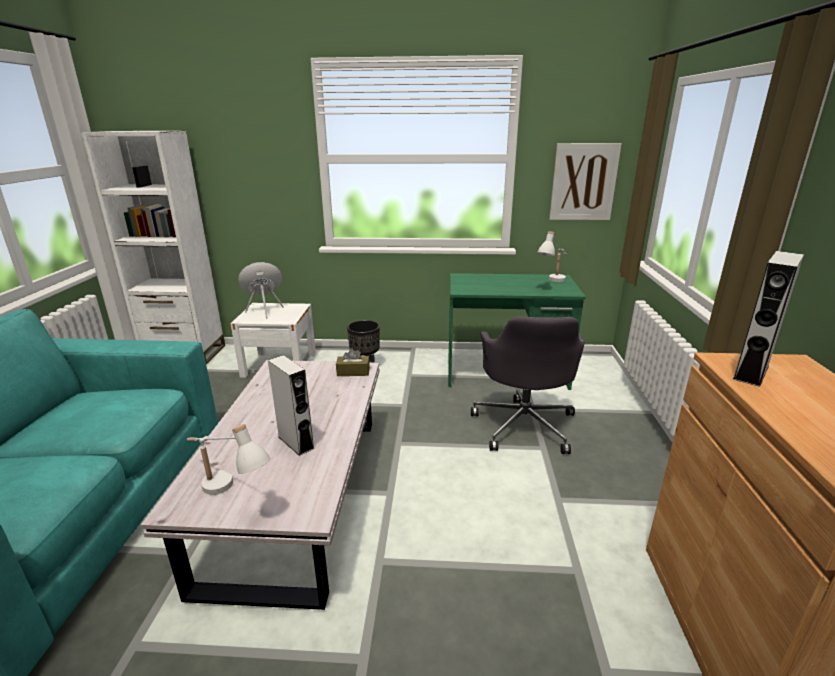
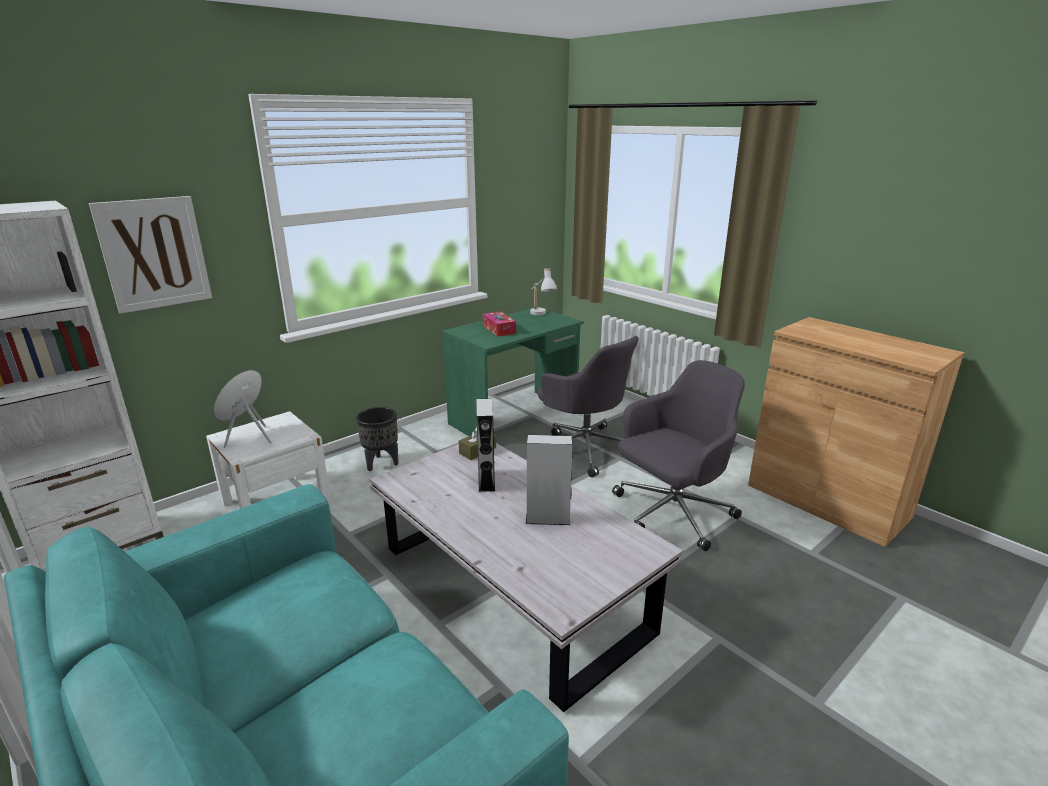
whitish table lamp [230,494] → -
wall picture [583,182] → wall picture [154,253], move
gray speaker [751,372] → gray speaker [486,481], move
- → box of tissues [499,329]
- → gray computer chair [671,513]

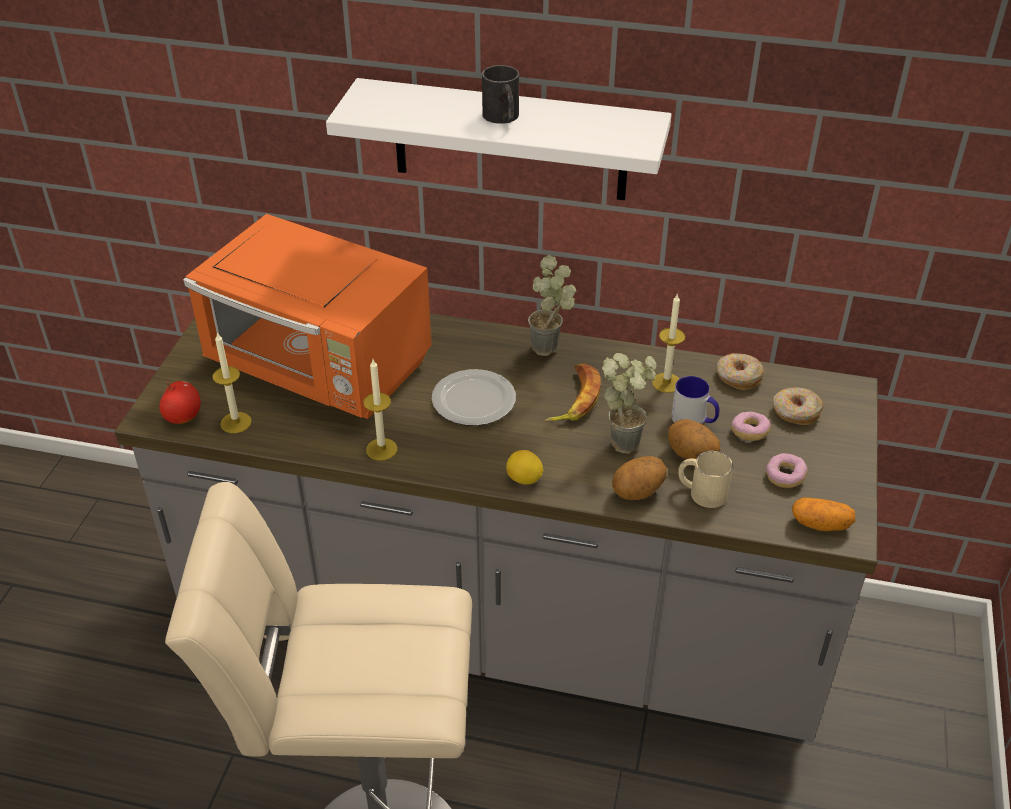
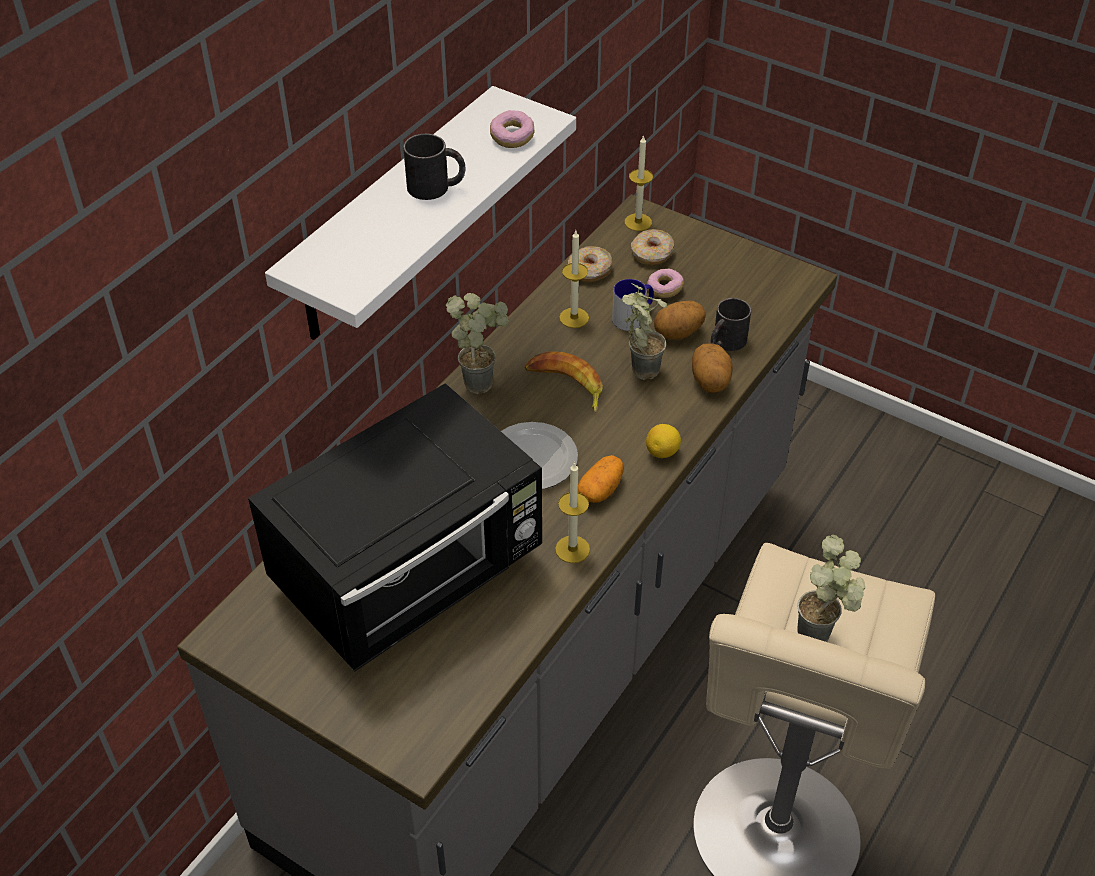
whole apple [183,417] → -
orangey kitchen microwave [320,368] → black kitchen microwave [411,574]
candle [236,422] → candle [638,222], move
beige mug [701,492] → black mug [725,343]
doughnut [784,477] → doughnut [512,138], move
spud [820,524] → spud [601,489], move
- → houseplant [823,637]

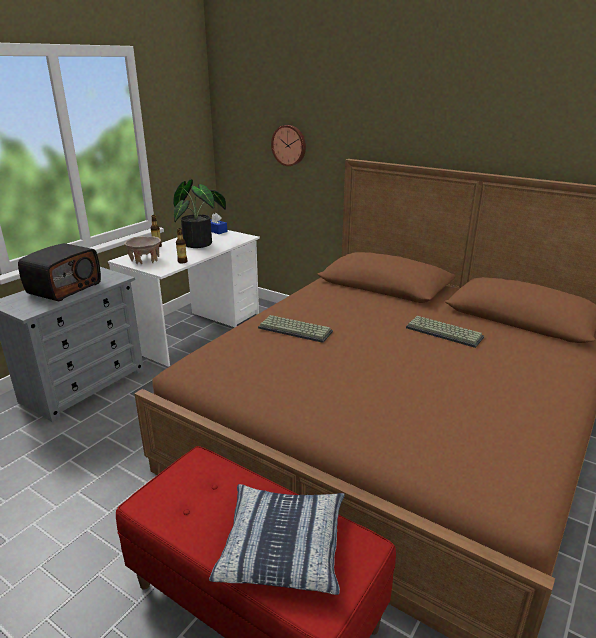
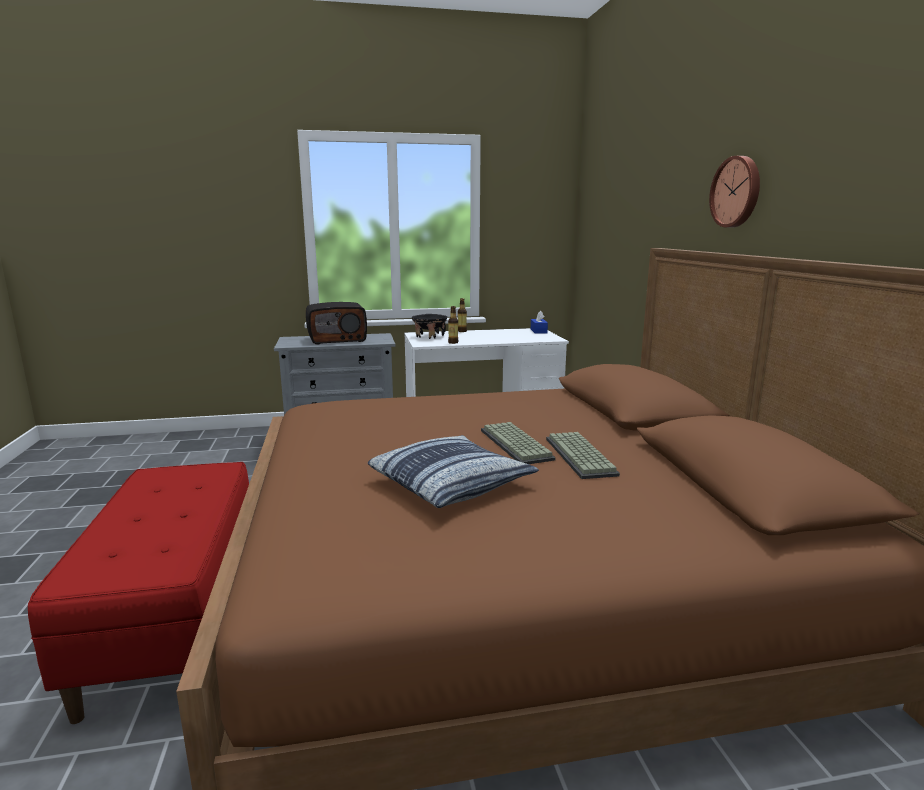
beige serving bowl [145,260] → black serving bowl [429,336]
houseplant [201,243] → -
pillow [282,546] → pillow [451,484], move
computer keyboard [296,329] → computer keyboard [517,444], move
wall clock [289,145] → wall clock [737,192], move

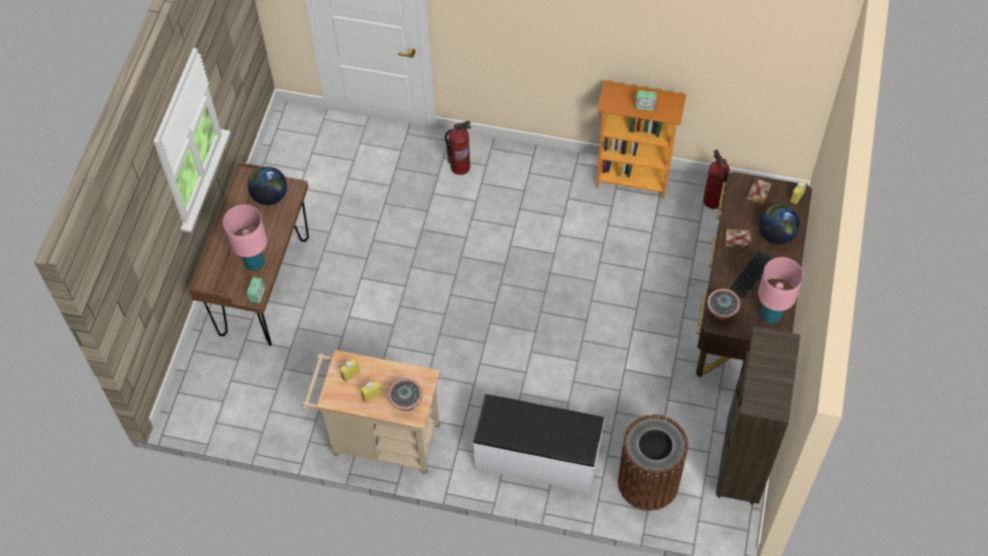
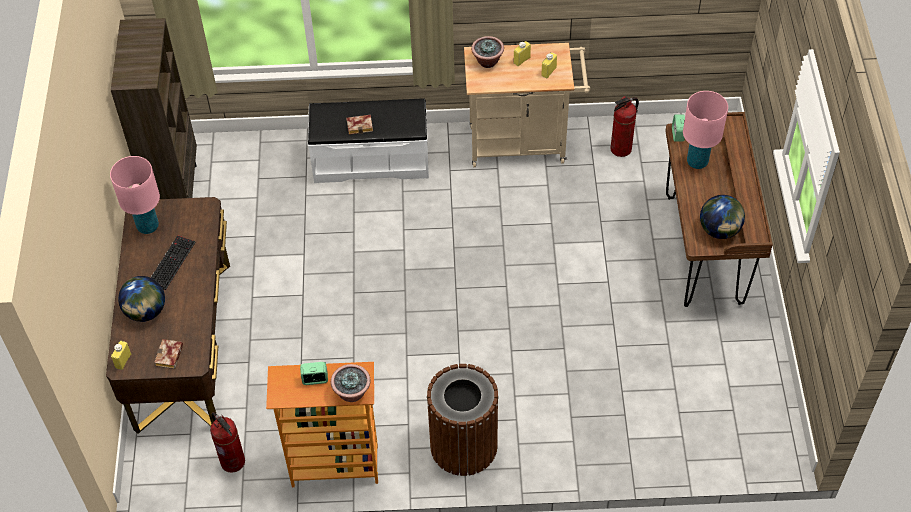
fire-fighting cylinder [460,167] → fire-fighting cylinder [621,149], move
brown rubbish bin [648,482] → brown rubbish bin [463,445], move
houseplant [721,312] → houseplant [352,393], move
bound book [736,240] → bound book [360,125], move

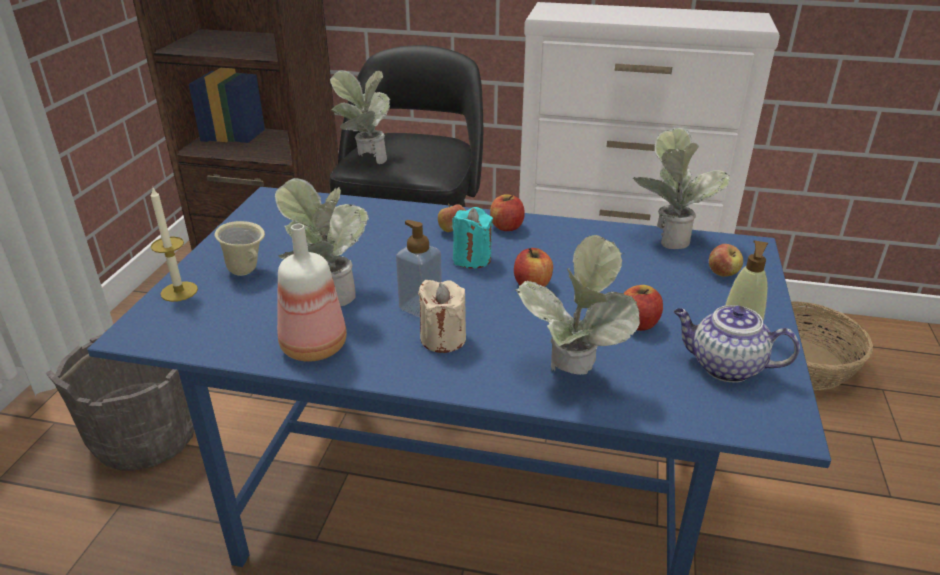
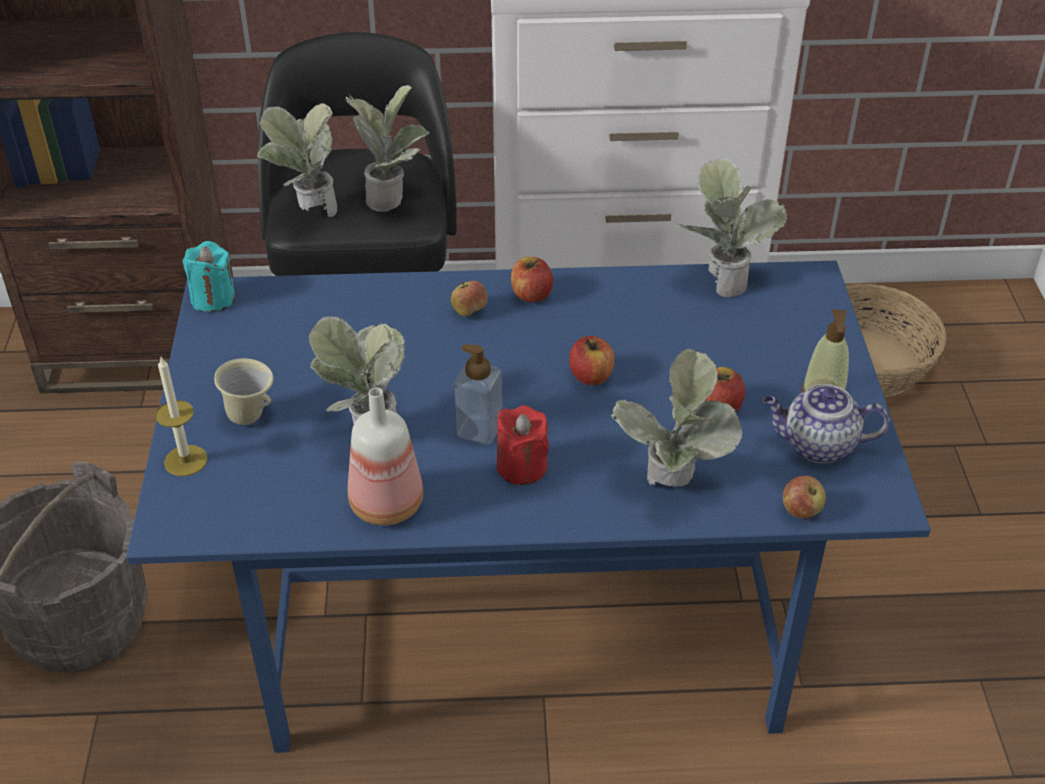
beige candle [443,339] → reddish candle [521,467]
blue-green candle [472,259] → blue-green candle [213,298], move
whole apple [723,274] → whole apple [801,511], move
- → houseplant [392,198]

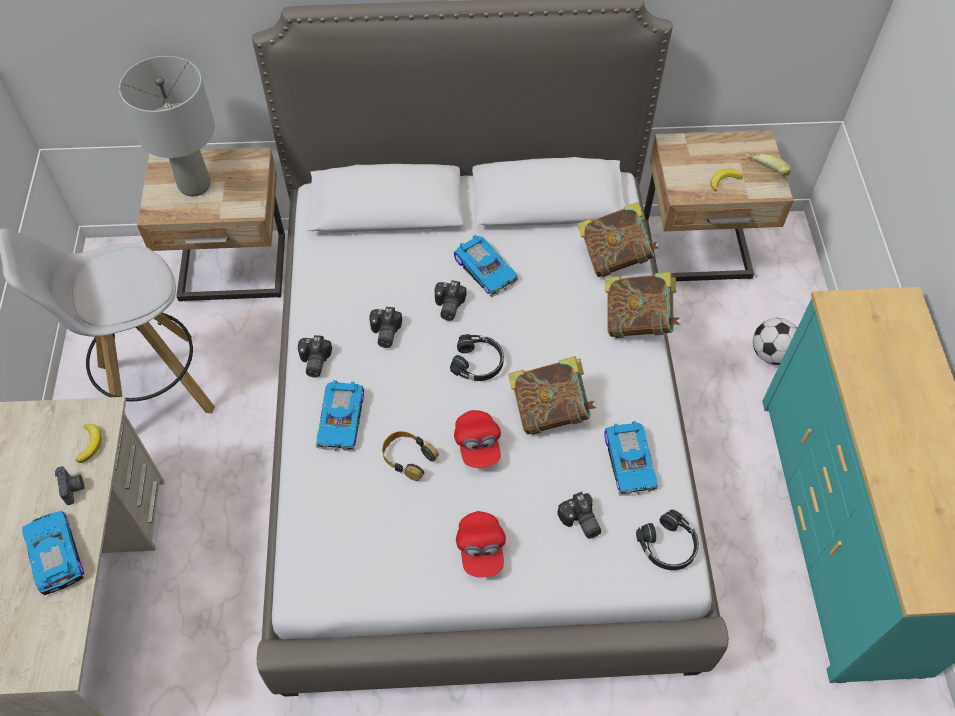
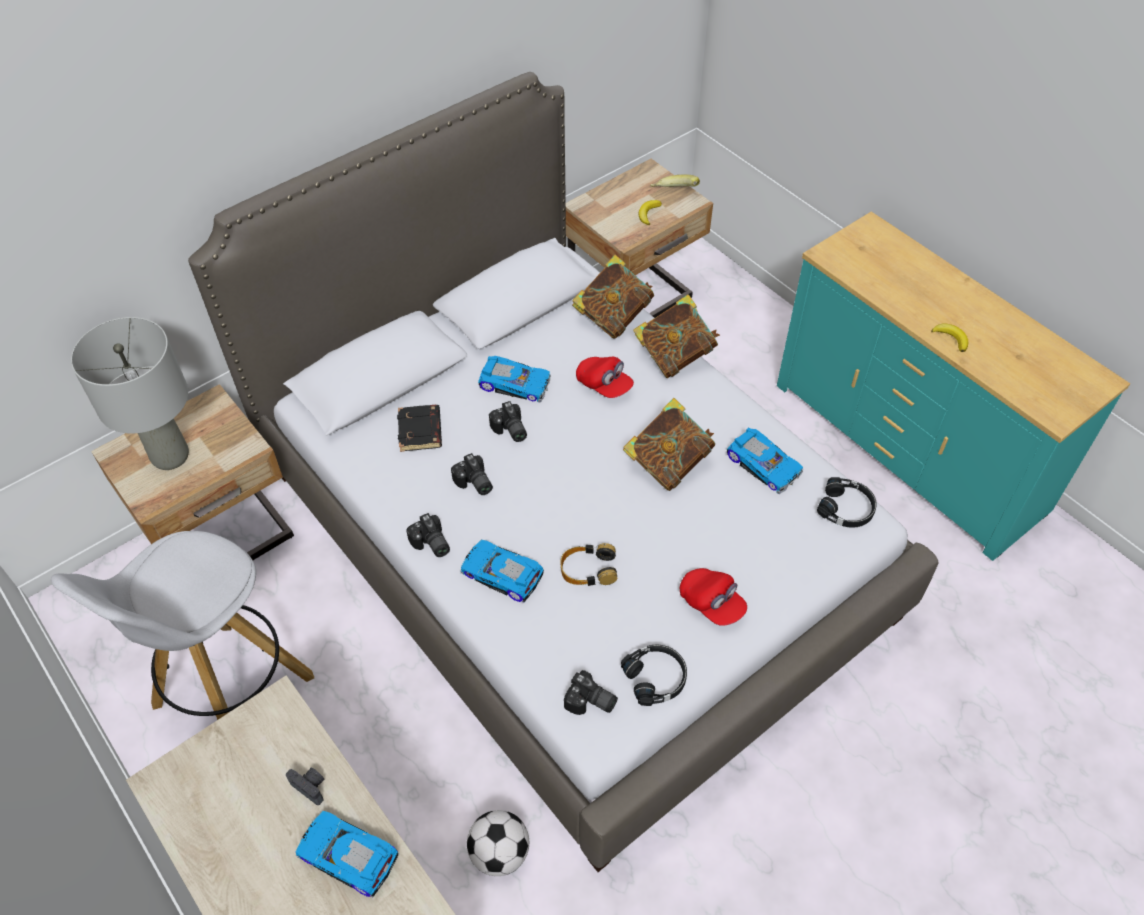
banana [90,444] → banana [951,338], move
toy car [342,419] → toy car [501,575], 150 degrees clockwise
black pair of headphones [478,362] → black pair of headphones [656,677], move
reddish baseball cap [478,445] → reddish baseball cap [604,385], move
still camera [579,522] → still camera [590,703], move
ball for football [771,354] → ball for football [499,853], move
- → black bound book [421,431]

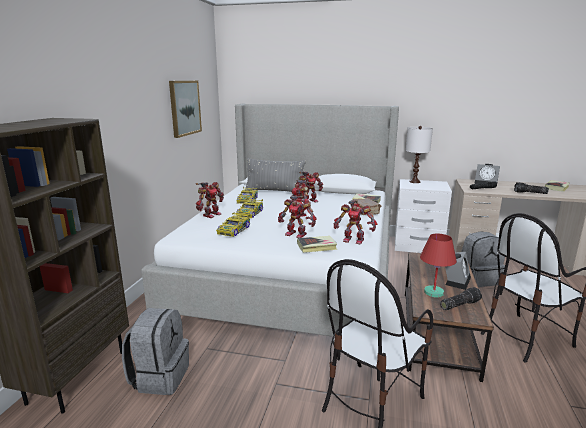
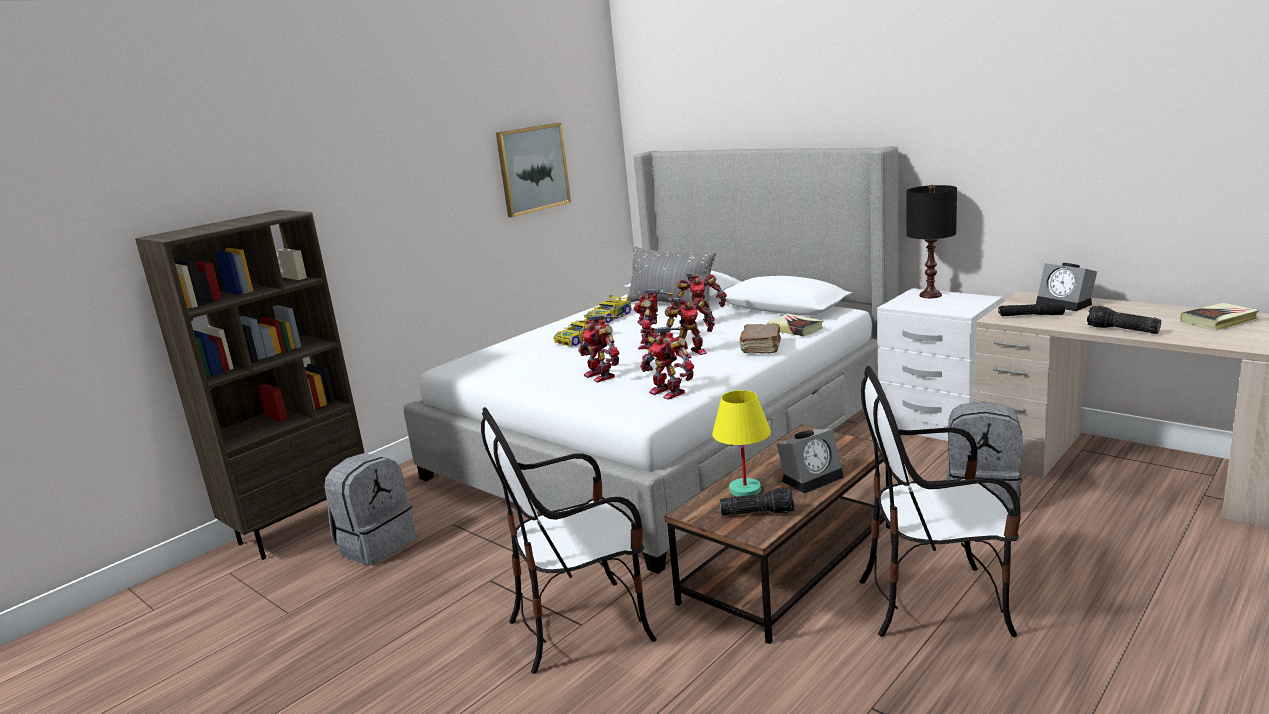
model robot [211,215] → model robot [689,353], move
toy car [234,230] → -
bound book [317,247] → -
whitish table lamp [414,181] → black table lamp [930,295]
reddish table lamp [433,292] → yellow-coloured table lamp [744,489]

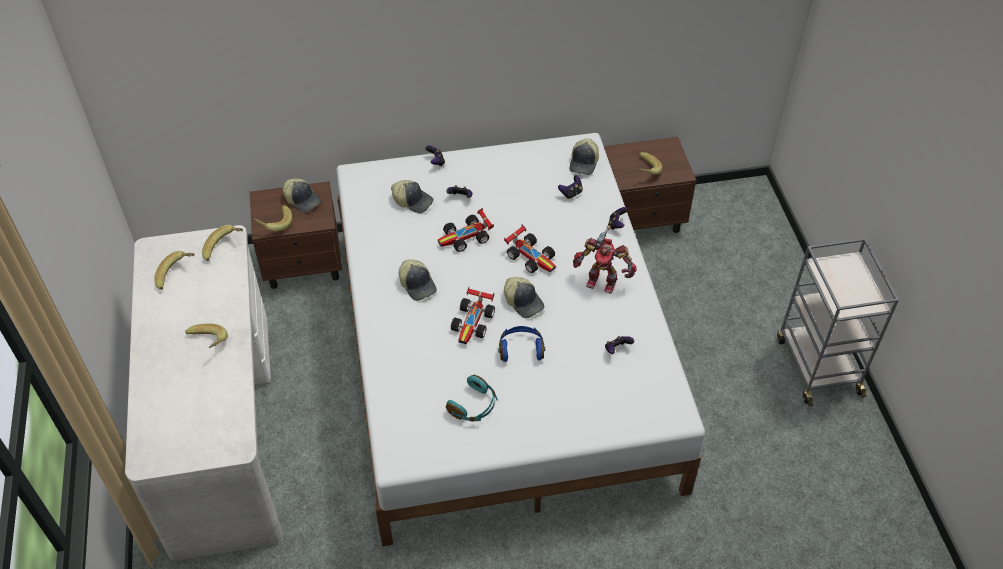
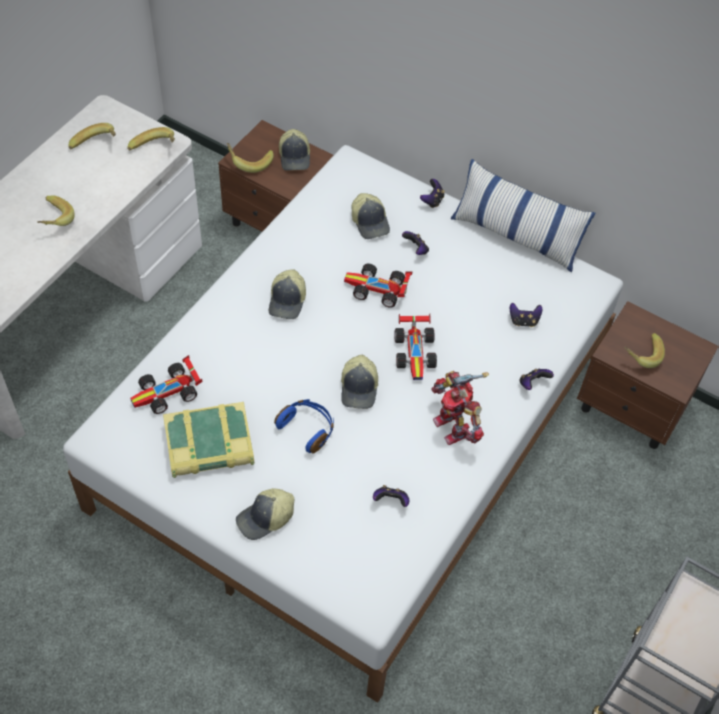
blue-green pair of headphones [474,406] → bound book [209,446]
toy car [473,322] → toy car [168,393], move
baseball cap [584,163] → baseball cap [265,519], move
- → pillow [516,235]

